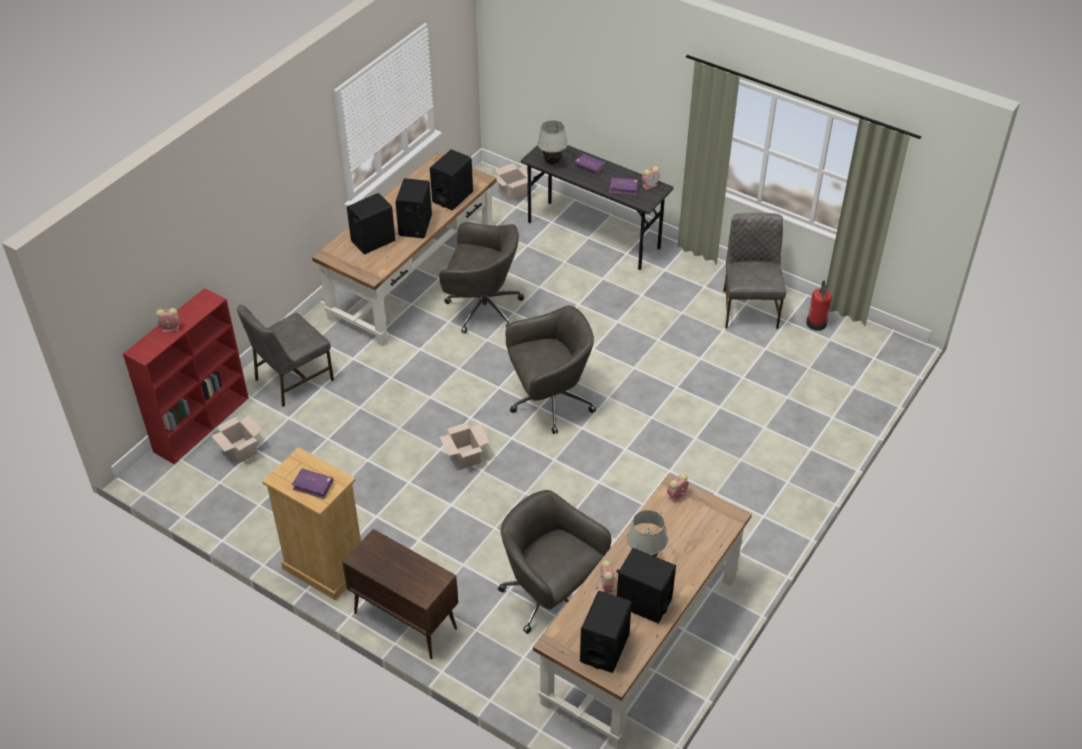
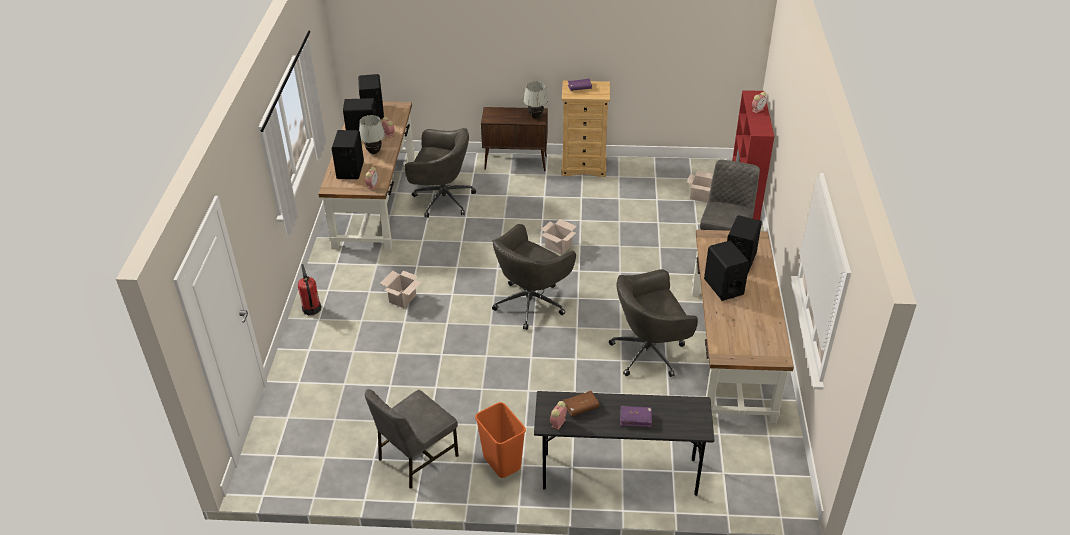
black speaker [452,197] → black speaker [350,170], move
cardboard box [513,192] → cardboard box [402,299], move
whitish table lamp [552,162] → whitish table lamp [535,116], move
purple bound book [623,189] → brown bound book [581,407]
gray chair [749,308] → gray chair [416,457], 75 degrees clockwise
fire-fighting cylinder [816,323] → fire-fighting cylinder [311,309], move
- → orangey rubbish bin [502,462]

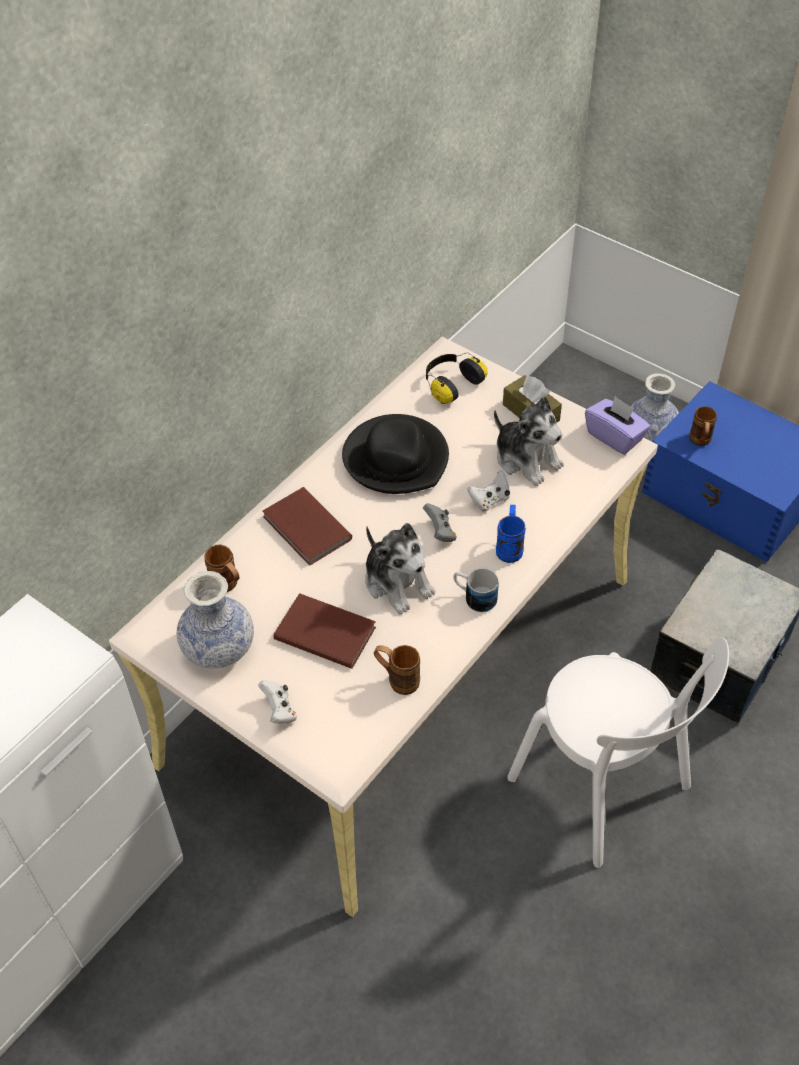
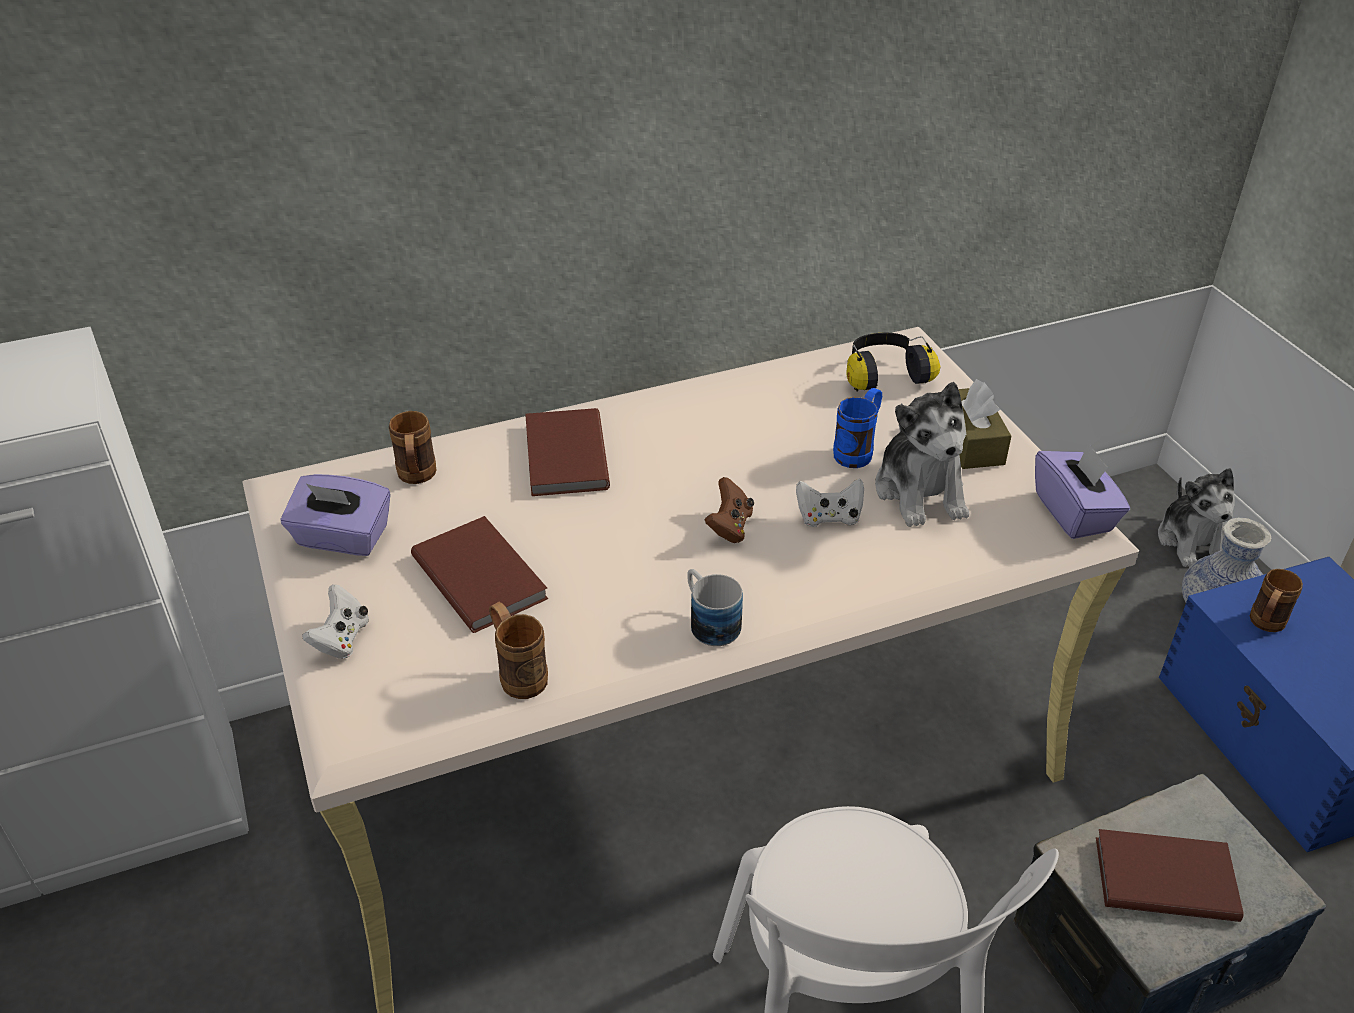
flower vase [219,648] → purple box of tissues [342,538]
black clothing hat [396,458] → -
cuddly toy [397,582] → cuddly toy [1191,541], move
gray game controller [440,532] → brown game controller [730,527]
blue-coloured mug [510,546] → blue-coloured mug [858,451], move
- → brown bound book [1163,876]

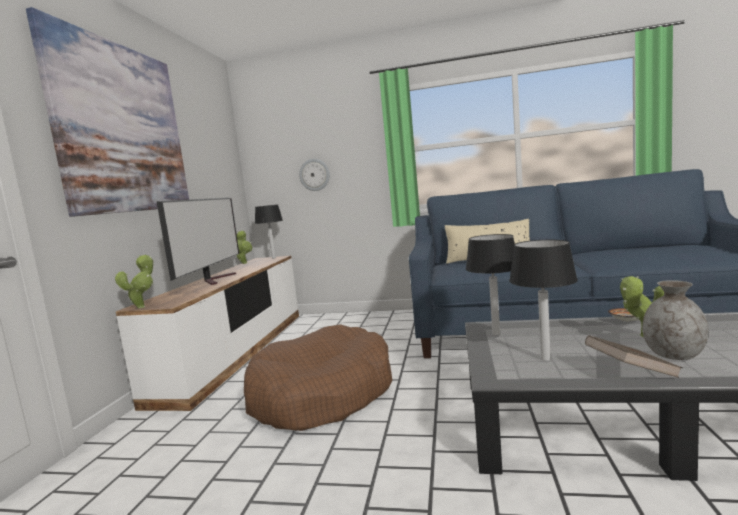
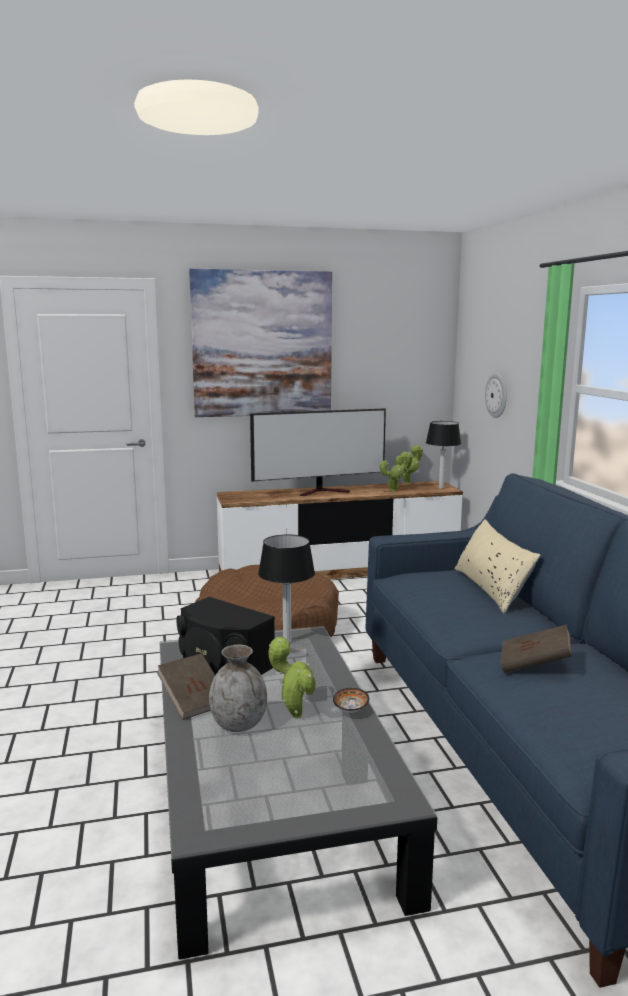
houseplant [143,306] → houseplant [395,490], move
table lamp [545,358] → black speaker [223,665]
- → brown bound book [534,665]

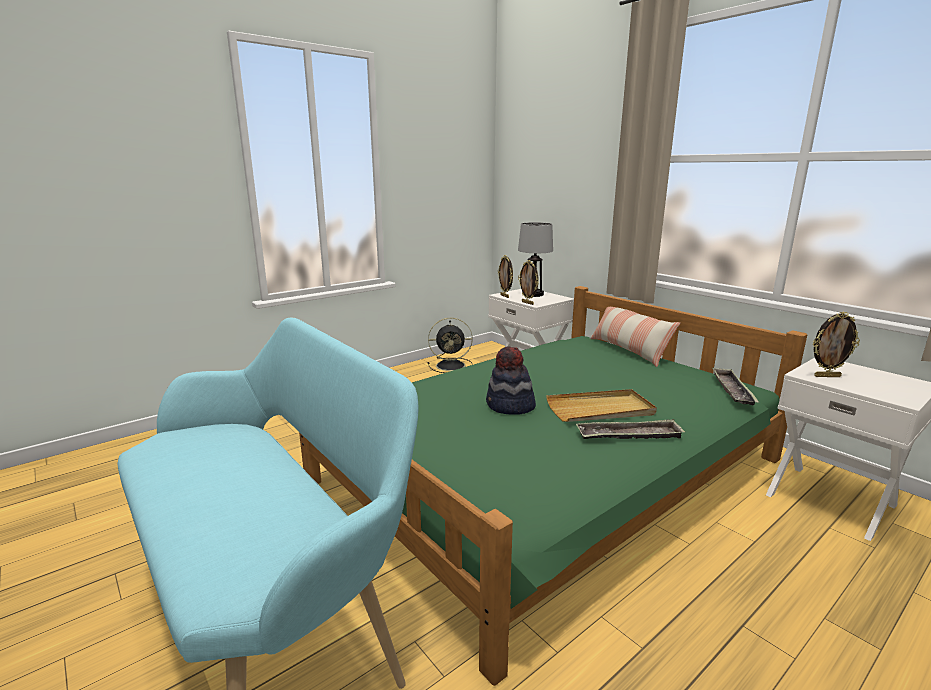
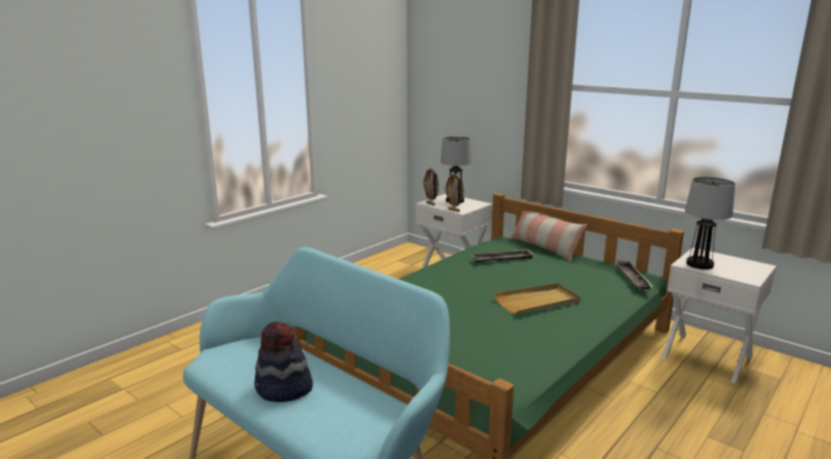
black electric fan [452,365] → -
clothing hat [510,406] → clothing hat [283,389], move
serving tray [629,436] → serving tray [502,259], move
photo frame [826,376] → table lamp [699,264]

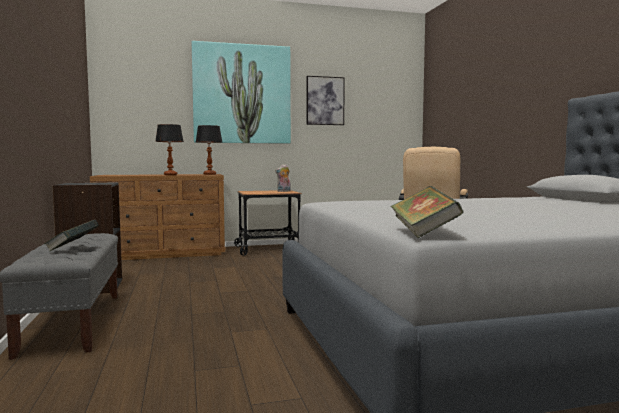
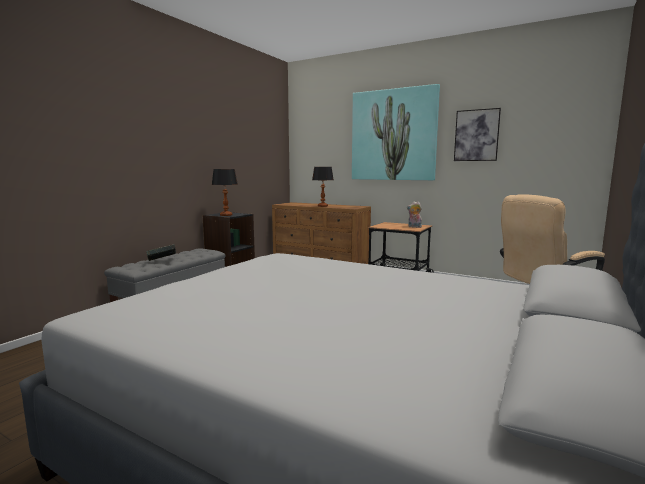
table lamp [209,174] → table lamp [226,215], move
bound book [423,233] → -

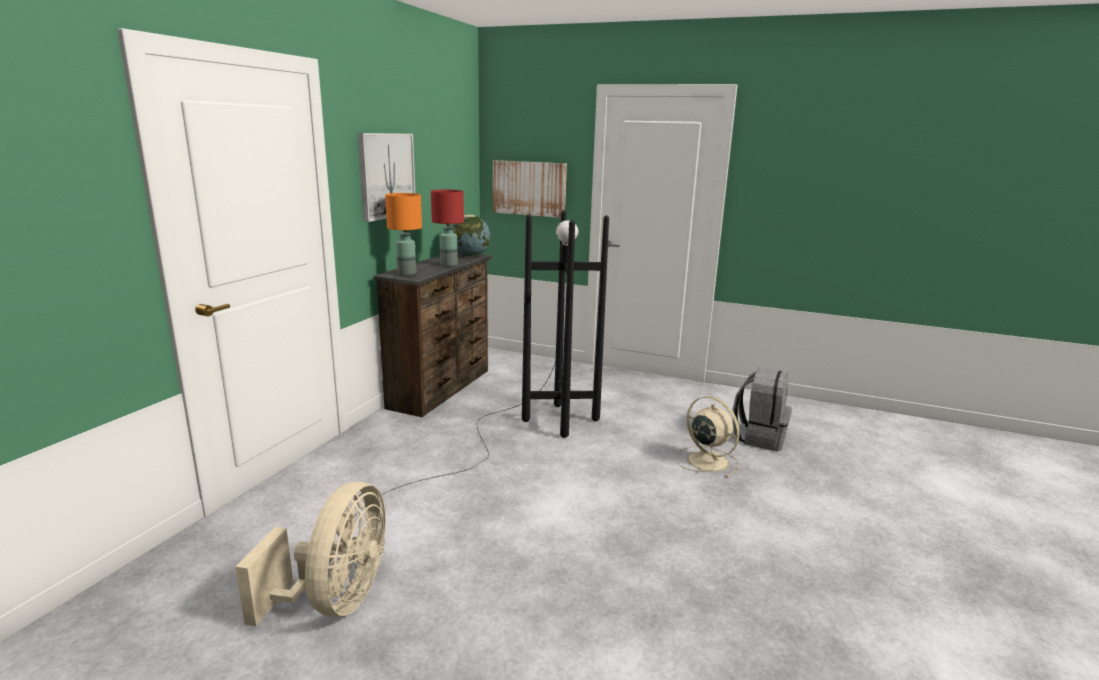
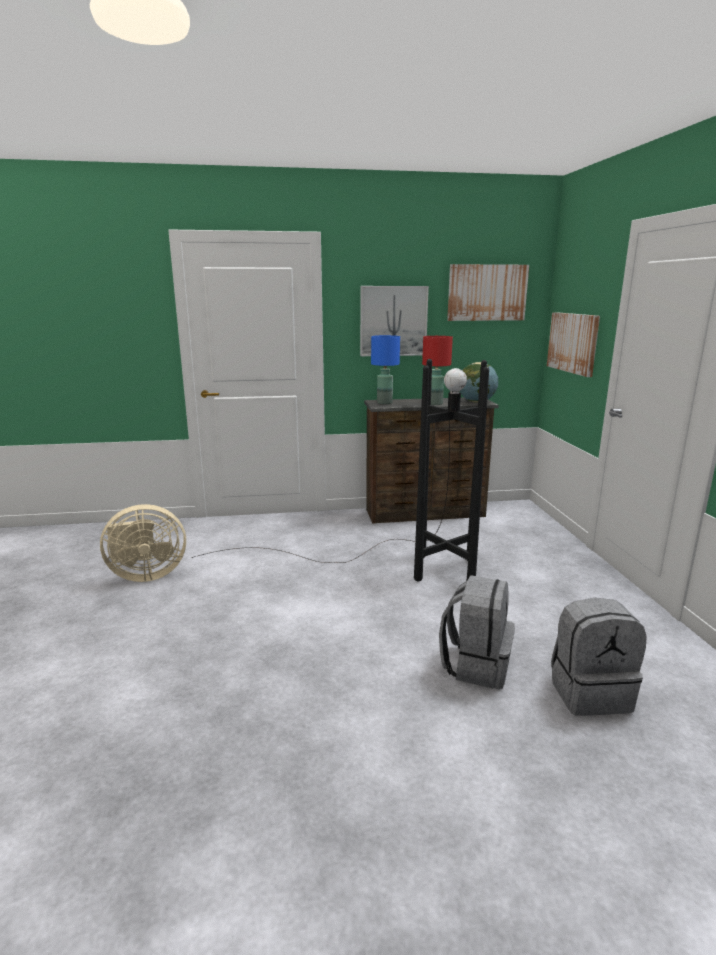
orangey table lamp [407,273] → blue-coloured table lamp [385,403]
beige electric fan [706,460] → gray backpack [476,665]
- → wall picture [487,292]

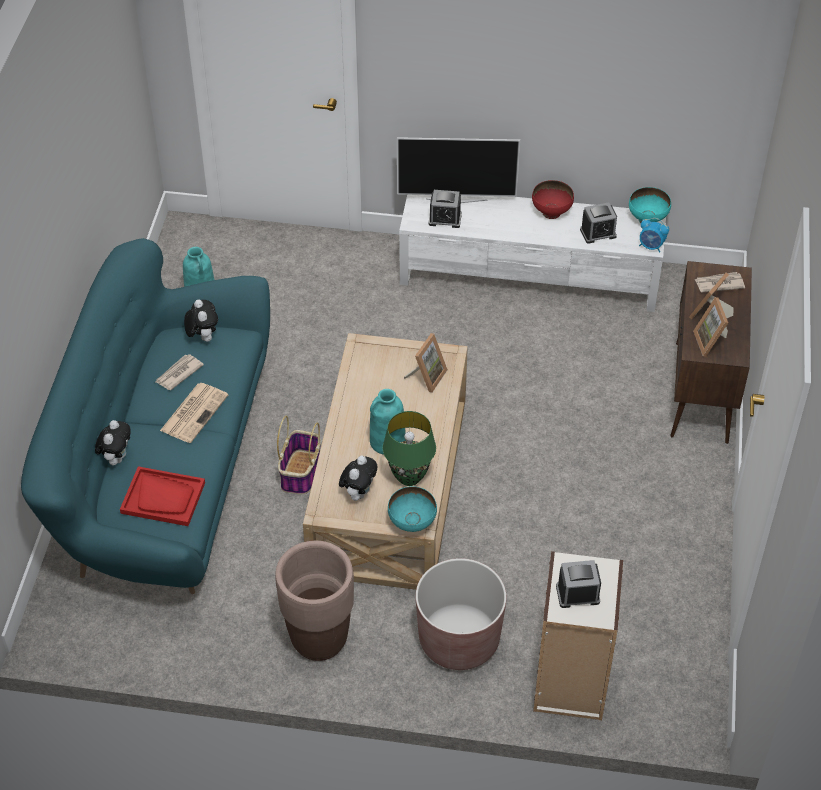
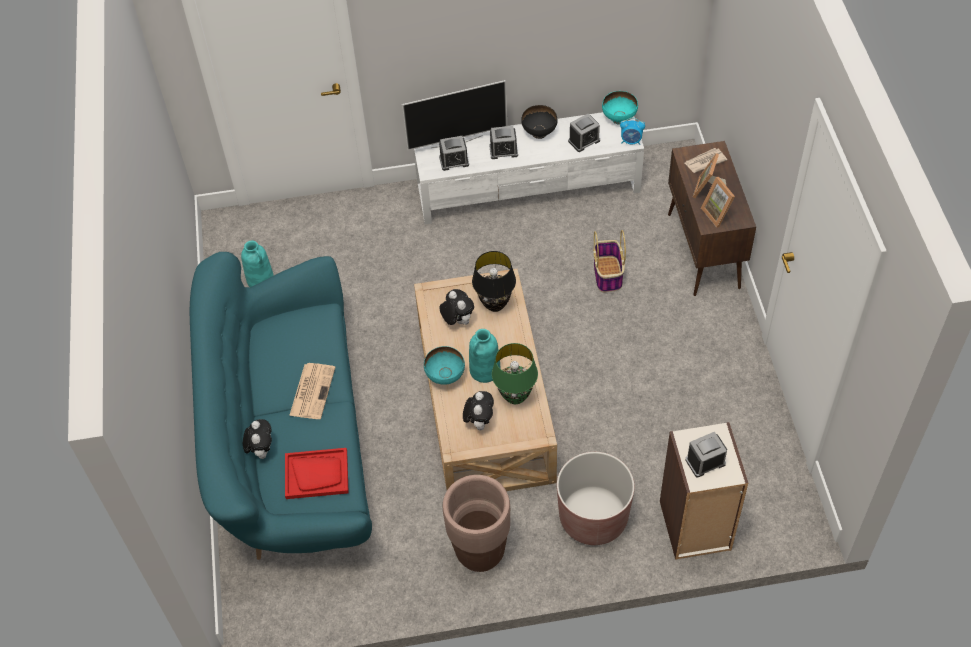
newspaper [178,373] → -
cuddly toy [203,337] → cuddly toy [457,321], move
household basket [301,473] → household basket [608,275], move
blue-green serving bowl [411,523] → blue-green serving bowl [445,376], move
photo frame [426,377] → black table lamp [494,304]
reddish serving bowl [551,212] → black serving bowl [539,132]
- → alarm clock [503,151]

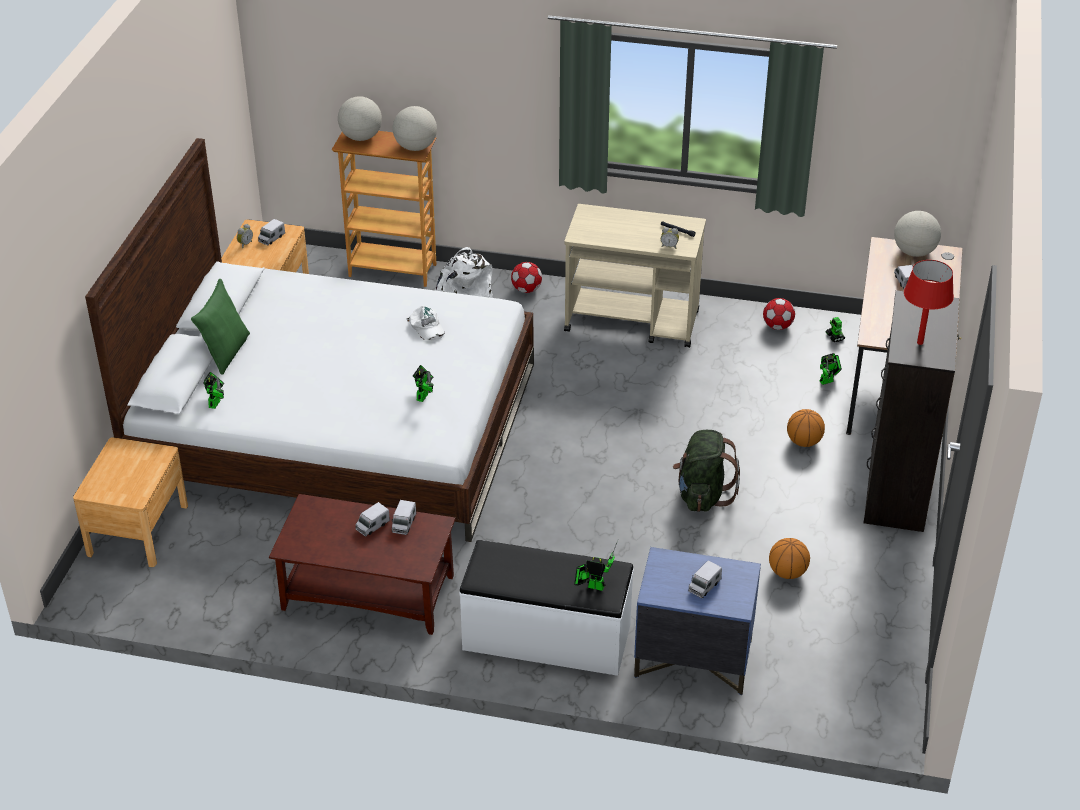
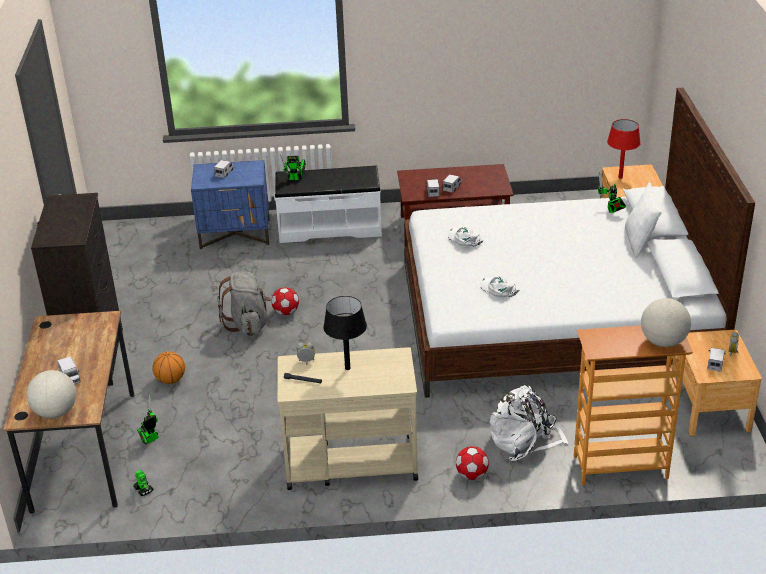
green-coloured pillow [225,352] → whitish pillow [639,242]
desk globe [415,147] → -
model robot [423,395] → whitish baseball cap [464,239]
green-coloured backpack [702,495] → gray backpack [248,324]
ball for football [777,326] → ball for football [286,312], move
basketball [787,573] → -
reddish table lamp [919,342] → reddish table lamp [620,177], move
- → black table lamp [347,368]

